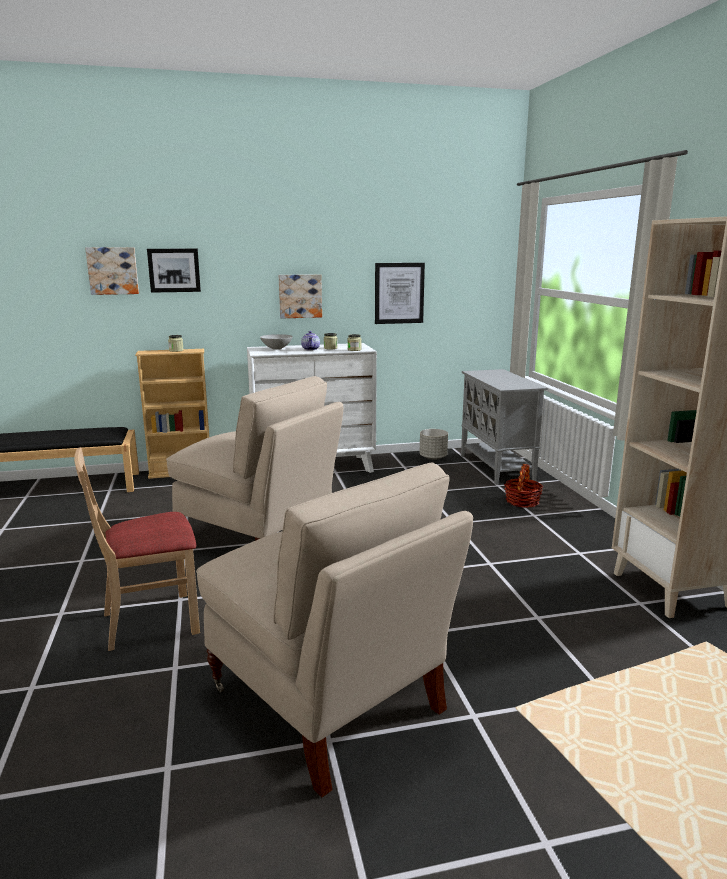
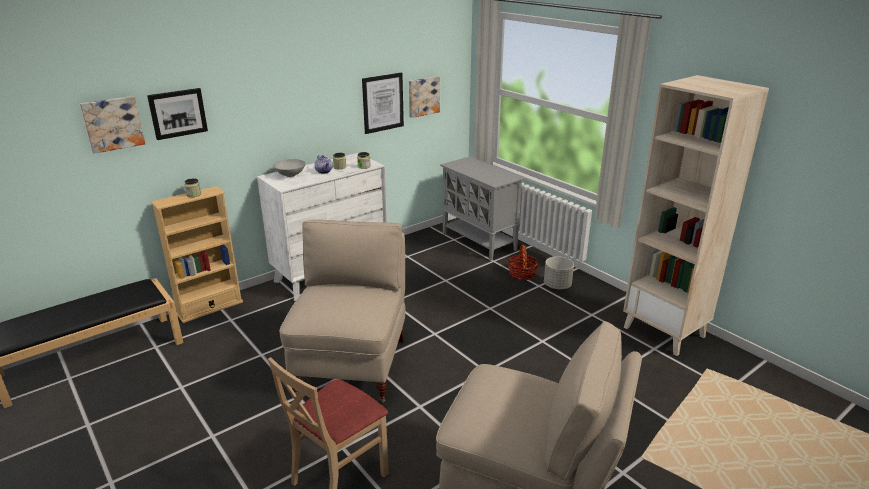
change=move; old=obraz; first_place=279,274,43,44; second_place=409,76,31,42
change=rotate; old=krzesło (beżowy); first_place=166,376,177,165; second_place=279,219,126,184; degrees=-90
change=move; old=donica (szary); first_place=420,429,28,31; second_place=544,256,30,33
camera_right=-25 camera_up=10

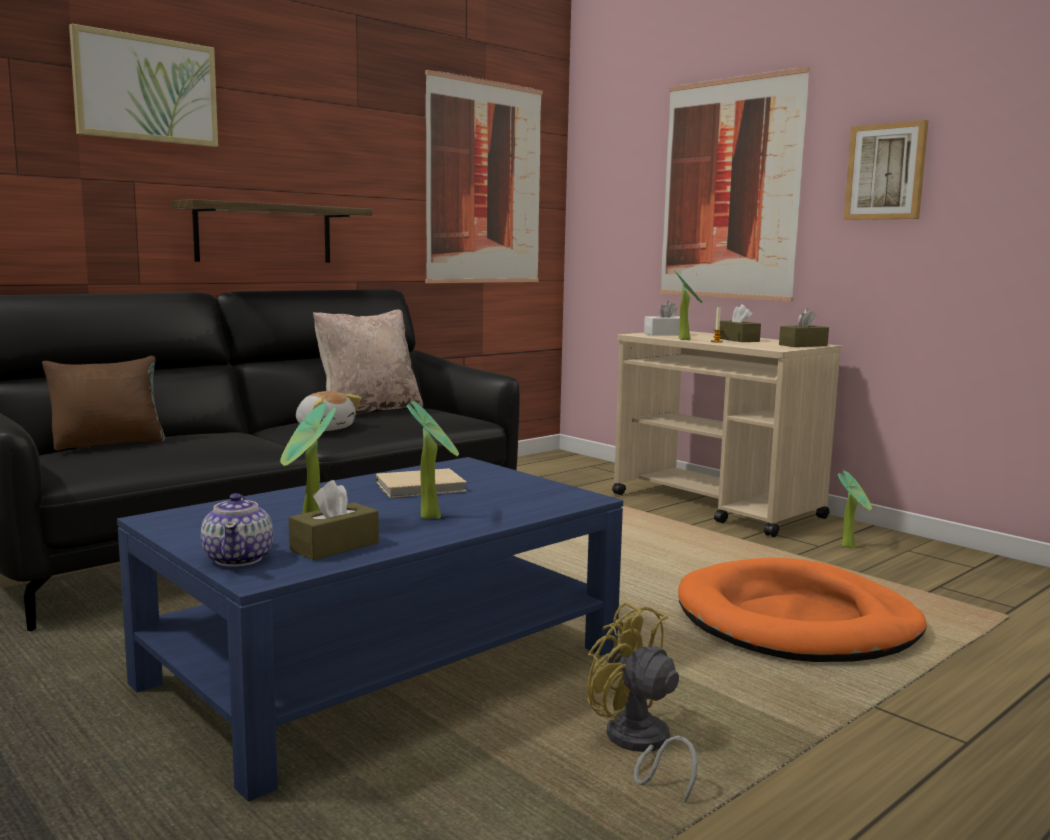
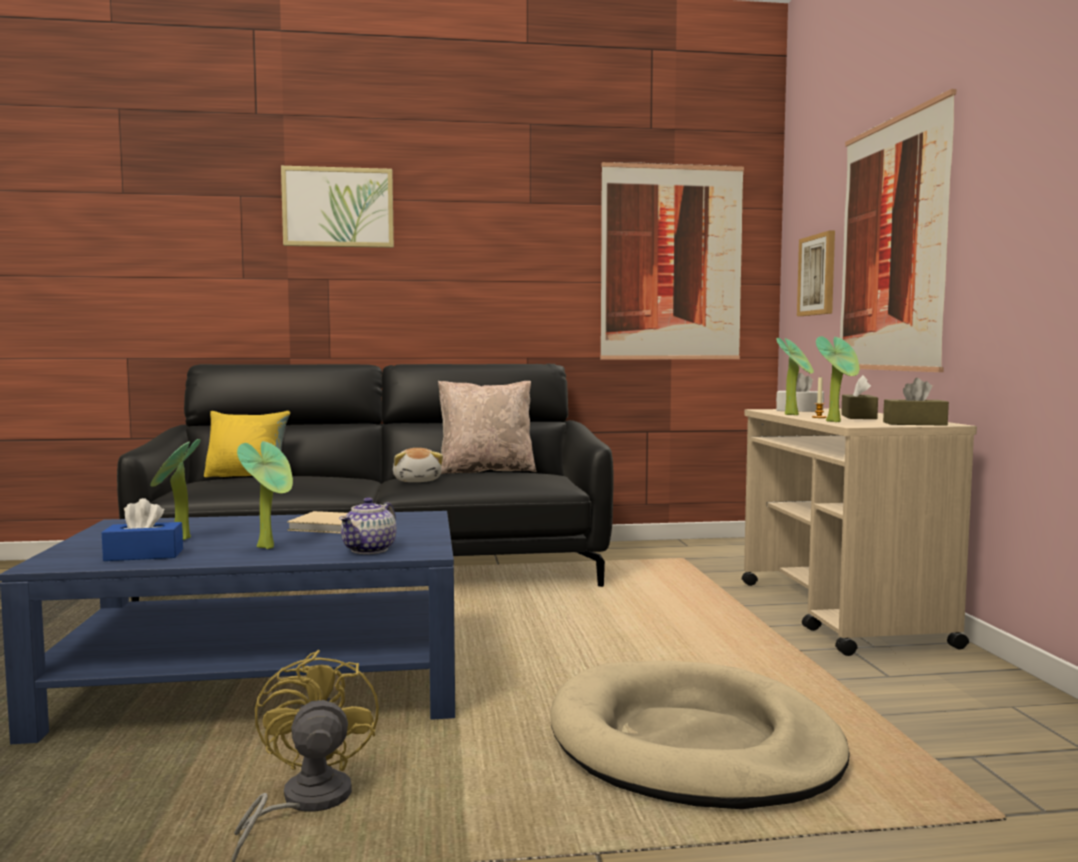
change=move; old=obraz; first_place=844,120,84,100; second_place=797,231,38,85
change=delete; old=półka; first_place=170,199,202,64
change=recolor; old=poduszka (brązowy); new=poduszka (żółty); first_place=42,356,123,95; second_place=204,411,86,66
change=move; old=roślina doniczkowa; first_place=838,470,34,78; second_place=816,336,44,86
change=recolor; old=pudełko chusteczek (brązowy); new=pudełko chusteczek (niebieski); first_place=289,480,90,80; second_place=102,498,81,63
change=move; old=imbryk; first_place=201,493,72,74; second_place=339,497,57,57
change=recolor; old=legowisko (pomarańczowy); new=legowisko (beżowy); first_place=678,558,249,104; second_place=550,661,300,148
camera_right=35 camera_up=-5

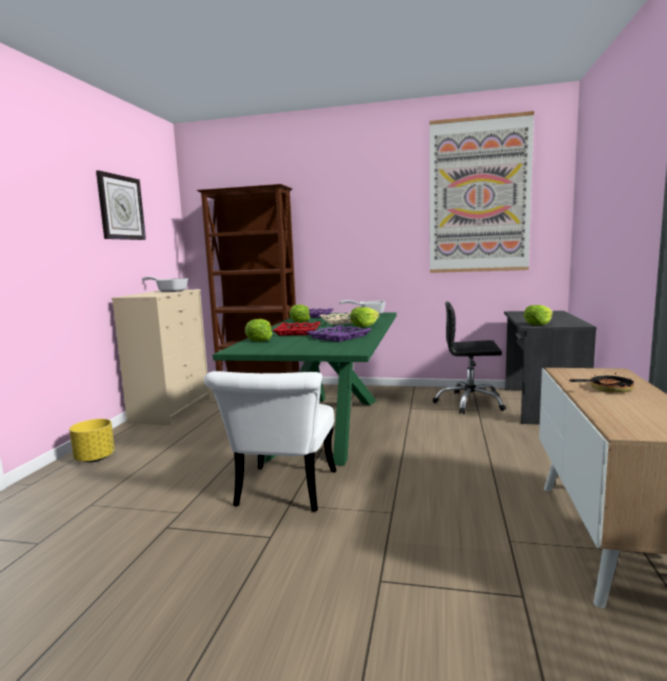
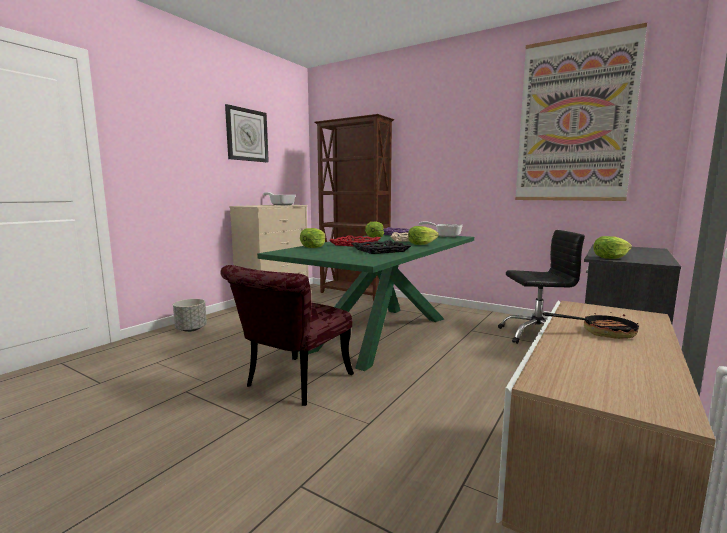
change=rotate; old=krzesło biurowe (czarny); first_place=432,302,74,112; second_place=498,230,87,114; degrees=150
change=recolor; old=taca (fioletowy); new=taca (czarny); first_place=306,325,66,17; second_place=351,240,60,14
change=recolor; old=krzesło (biały); new=krzesło (czerwony); first_place=204,371,133,141; second_place=220,265,134,141
change=recolor; old=donica (żółty); new=donica (szary); first_place=69,419,46,43; second_place=173,299,34,33
camera_right=20 camera_up=0

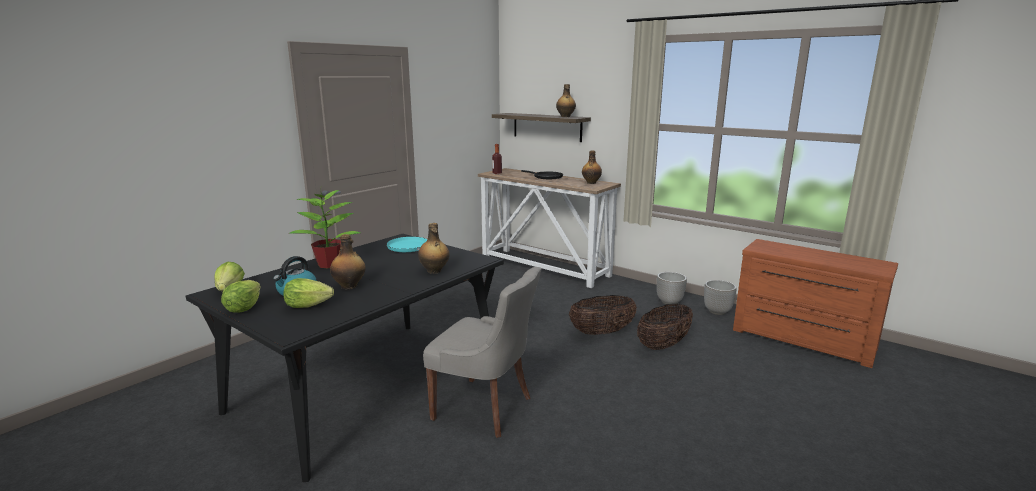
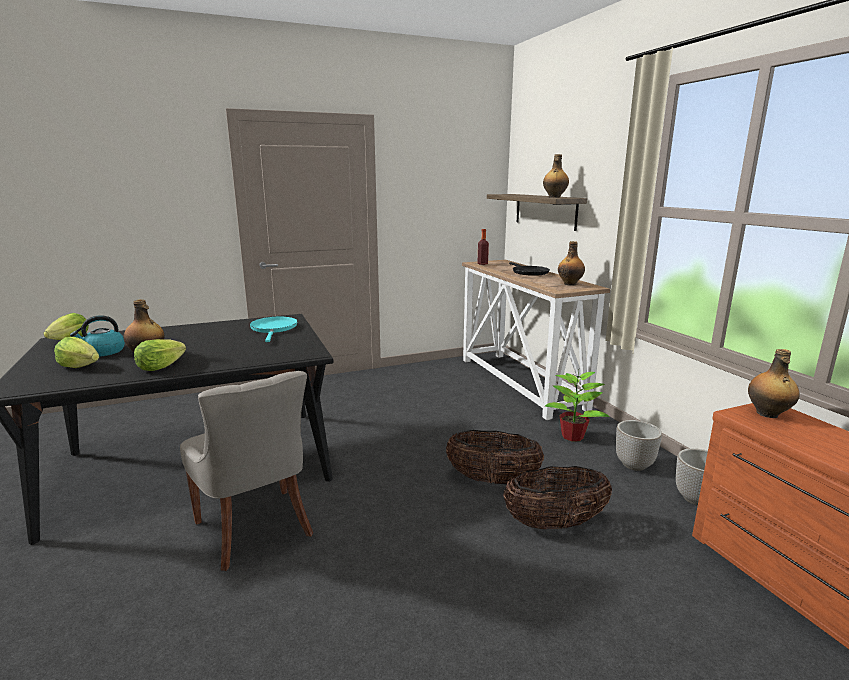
change=move; old=roślina doniczkowa; first_place=289,190,71,78; second_place=545,367,65,74
change=move; old=butelka; first_place=418,223,32,51; second_place=748,349,52,69
change=move; old=sałata; first_place=221,280,40,33; second_place=134,339,52,32
camera_right=30 camera_up=0

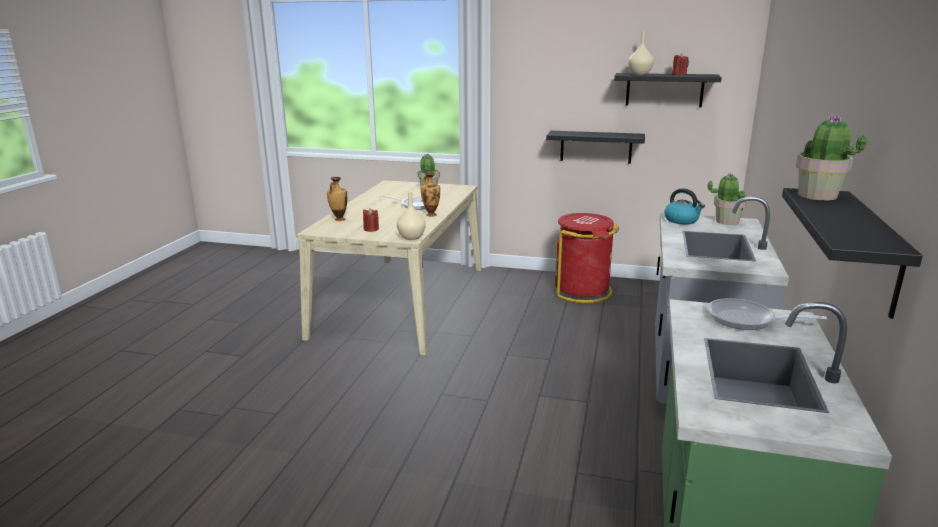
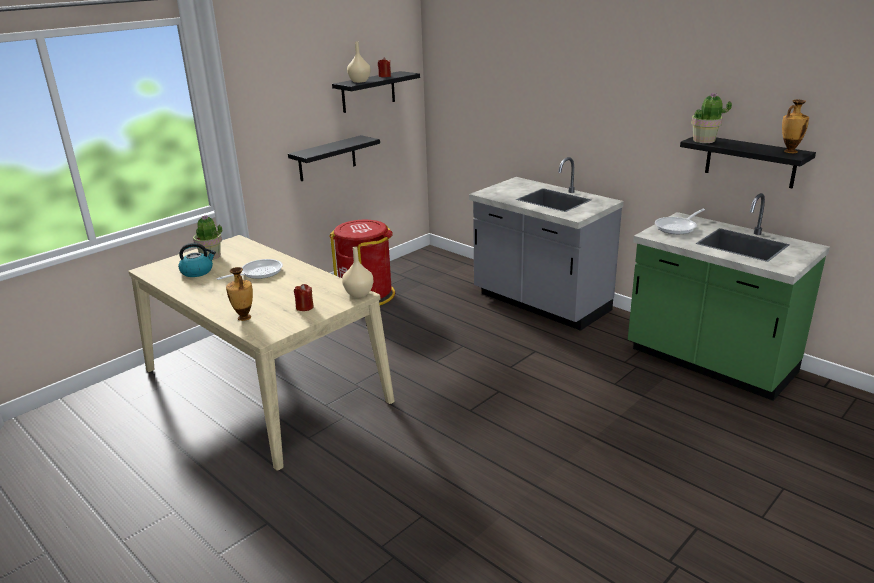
change=move; old=wazon; first_place=421,172,19,45; second_place=782,99,27,54
change=delete; old=roślina doniczkowa; first_place=708,173,39,52
change=move; old=czajnik; first_place=664,188,41,36; second_place=178,243,38,34
camera_right=-60 camera_up=5

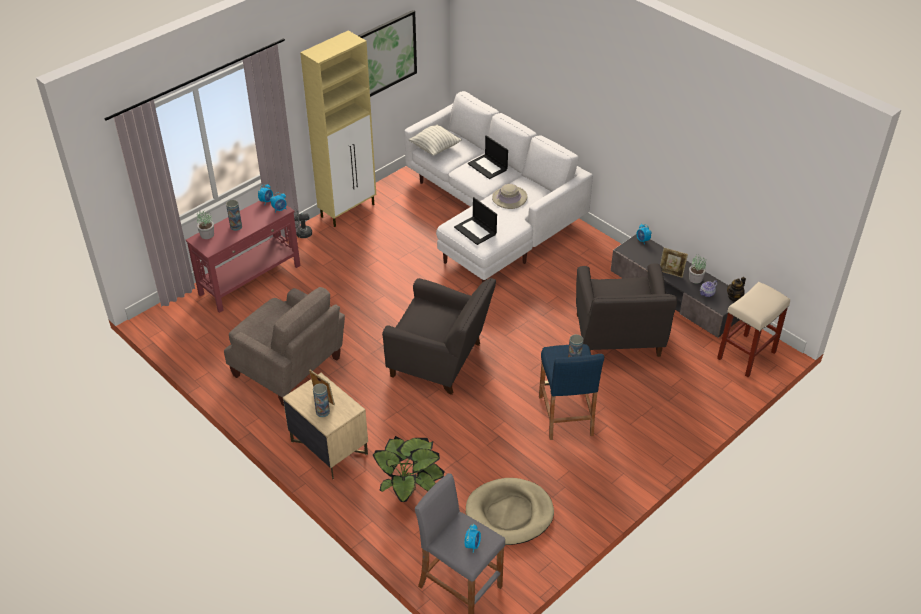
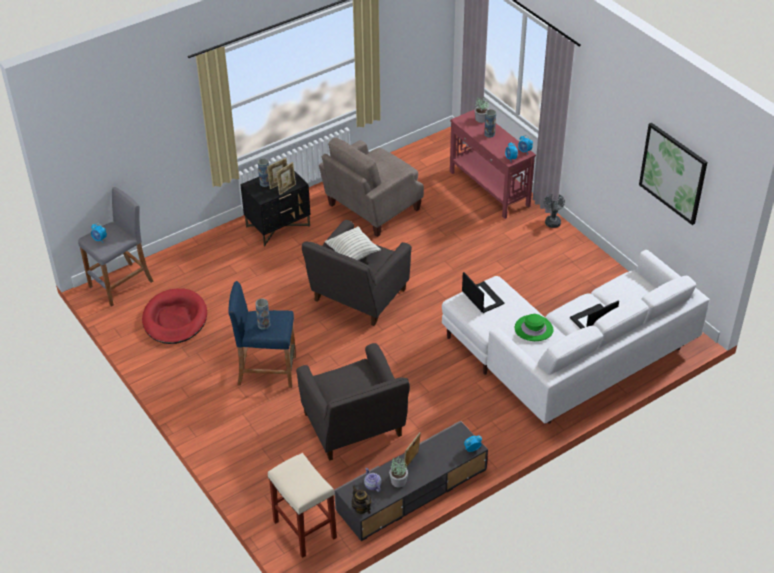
change=delete; old=szafka (beżowy); first_place=300,31,76,196
change=move; old=poduszka; first_place=409,125,53,31; second_place=325,227,56,33
change=recolor; old=kapelusz (beżowy); new=kapelusz (zielony); first_place=492,184,36,25; second_place=515,313,38,28
change=rotate; old=laptop; first_place=454,197,43,48; second_place=462,272,43,41; degrees=90
change=rotate; old=fotel (szary); first_place=576,263,101,94; second_place=296,343,114,118; degrees=-120
change=recolor; old=szafka nocna (beżowy); new=szafka nocna (czarny); first_place=283,373,85,106; second_place=240,171,71,76
change=delete; old=roślina doniczkowa; first_place=373,436,72,66
change=recolor; old=legowisko (beżowy); new=legowisko (czerwony); first_place=466,478,88,67; second_place=142,288,65,56
change=insert; new=ramka na zdjęcie; second_place=276,162,20,33
camera_right=100 camera_up=0

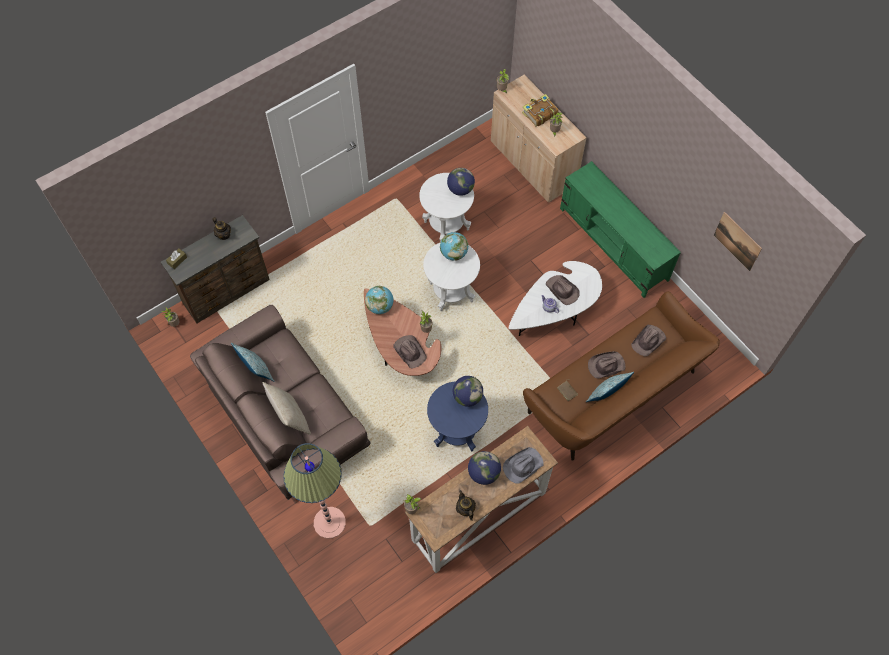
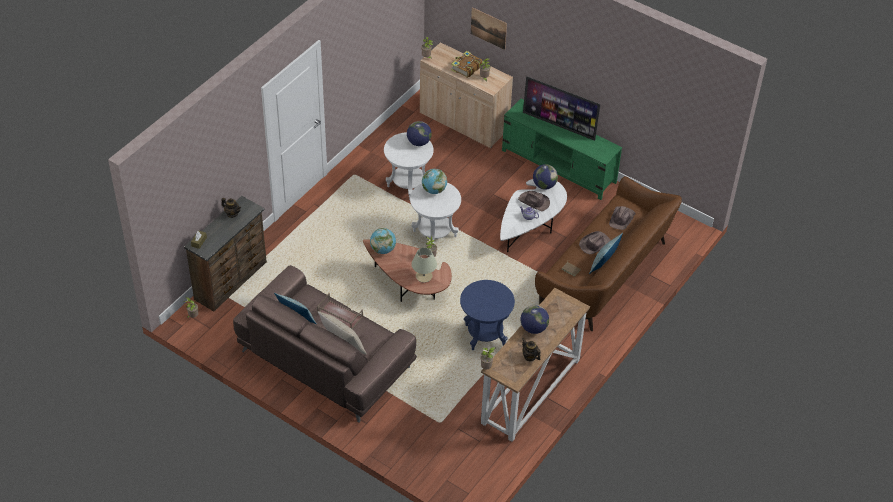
change=move; old=obraz; first_place=714,212,48,59; second_place=471,7,36,43
change=replace; old=kapelusz (brązowy); new=lampa stołowa (beżowy); first_place=393,335,34,33; second_place=411,247,26,36
change=move; old=globus; first_place=453,376,30,31; second_place=533,164,25,25
change=delete; old=lampa stojąca; first_place=284,443,62,96
change=delete; old=kapelusz (szary); first_place=503,447,41,37
change=insert; new=telewizor; second_place=523,76,77,65
change=insert; new=taca (brązowy); second_place=317,293,46,37
camera_right=-20 camera_up=-15

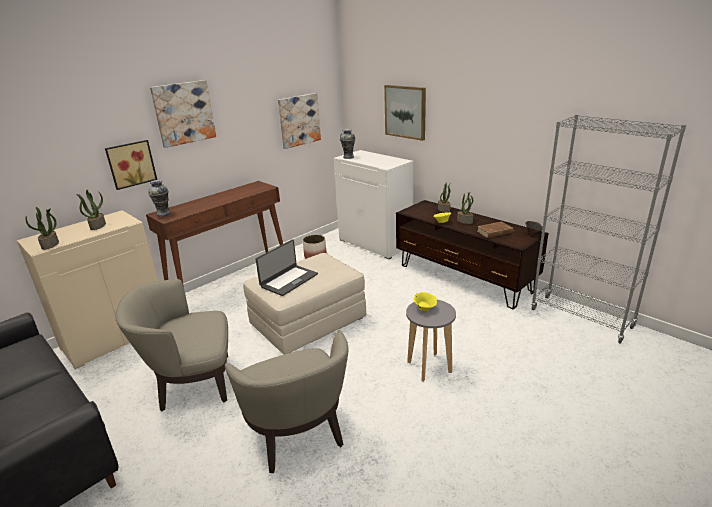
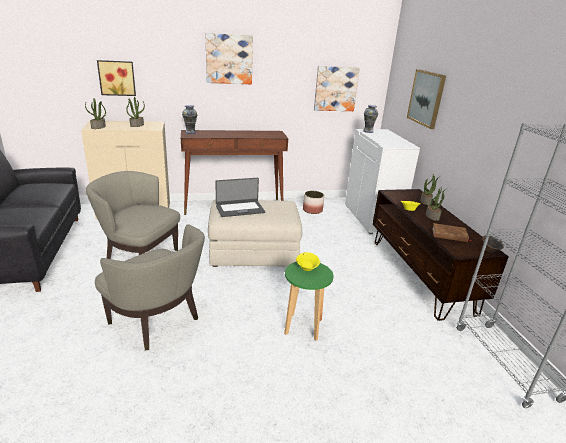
change=move; old=obraz; first_place=105,140,52,50; second_place=97,60,39,36
change=recolor; old=stołek (szary); new=stołek (zielony); first_place=406,300,50,82; second_place=284,262,49,79
change=rotate; old=fotel (beżowy); first_place=225,330,124,143; second_place=95,224,110,127; degrees=-60
camera_right=30 camera_up=0

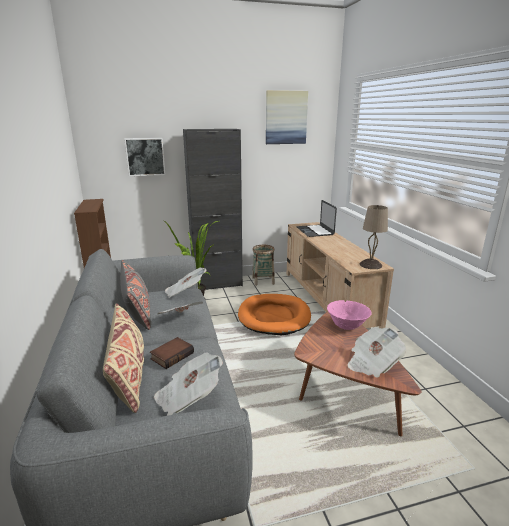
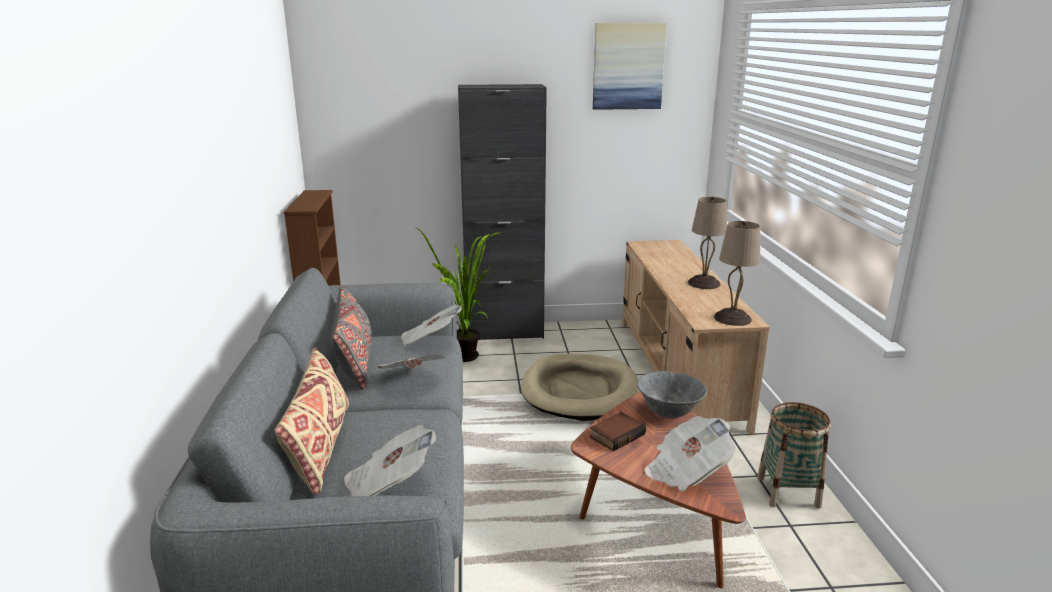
change=delete; old=obraz; first_place=124,138,42,38
change=delete; old=laptop; first_place=296,200,41,37
change=move; old=koszyk; first_place=252,245,23,41; second_place=757,402,74,107
change=recolor; old=legowisko (pomarańczowy); new=legowisko (beżowy); first_place=238,294,73,41; second_place=521,353,118,68
change=recolor; old=miska (różowy); new=miska (szary); first_place=327,300,45,30; second_place=637,371,70,47
change=move; old=książka; first_place=150,337,44,32; second_place=590,412,56,39
change=insert; new=lampa stołowa (beżowy); second_place=688,197,39,92
camera_right=10 camera_up=0

